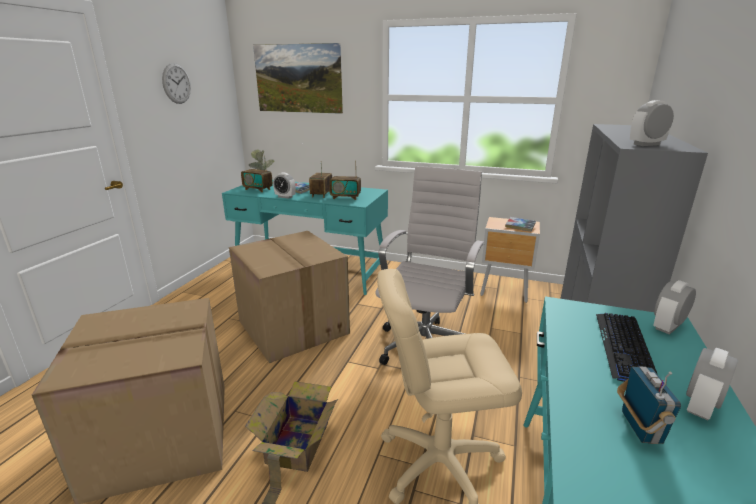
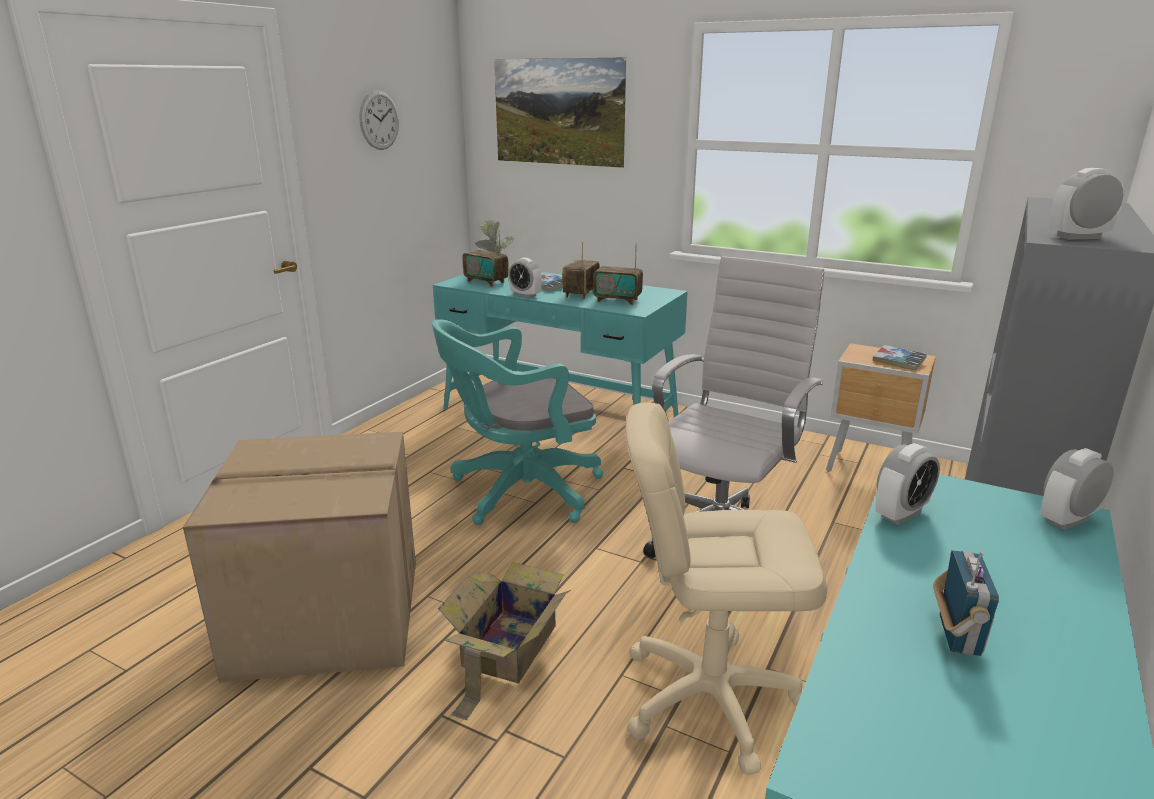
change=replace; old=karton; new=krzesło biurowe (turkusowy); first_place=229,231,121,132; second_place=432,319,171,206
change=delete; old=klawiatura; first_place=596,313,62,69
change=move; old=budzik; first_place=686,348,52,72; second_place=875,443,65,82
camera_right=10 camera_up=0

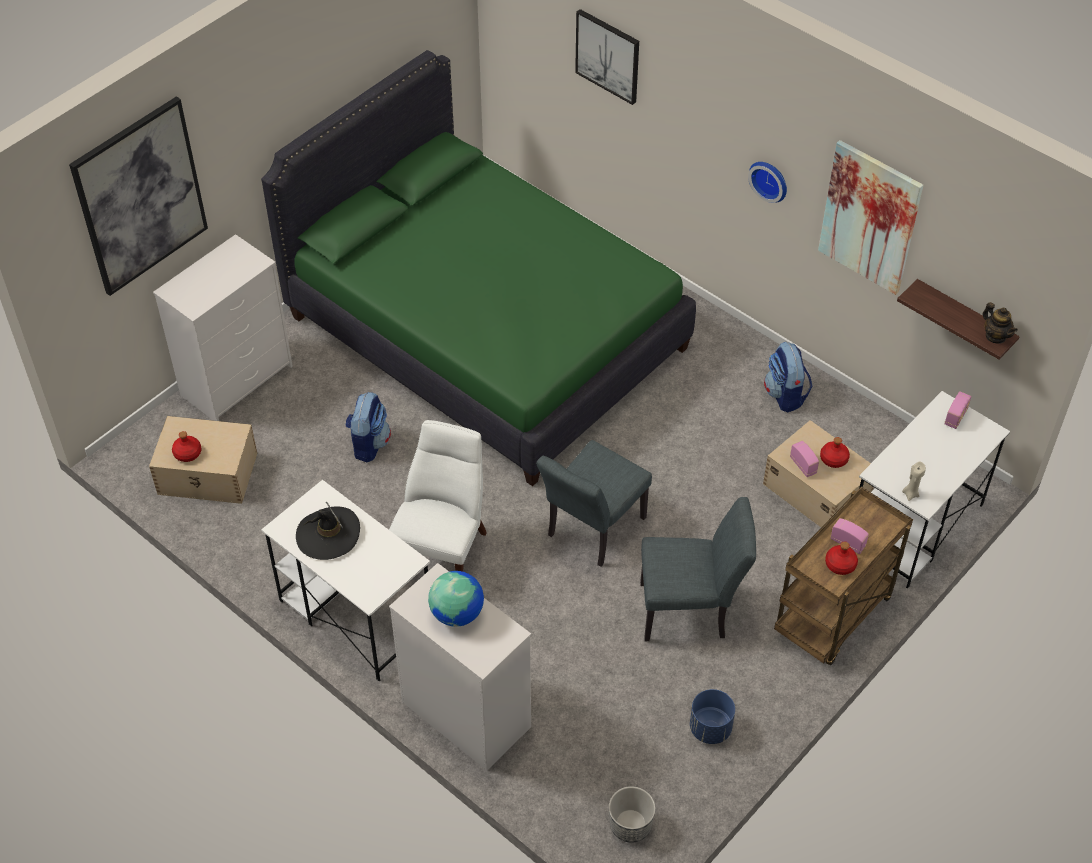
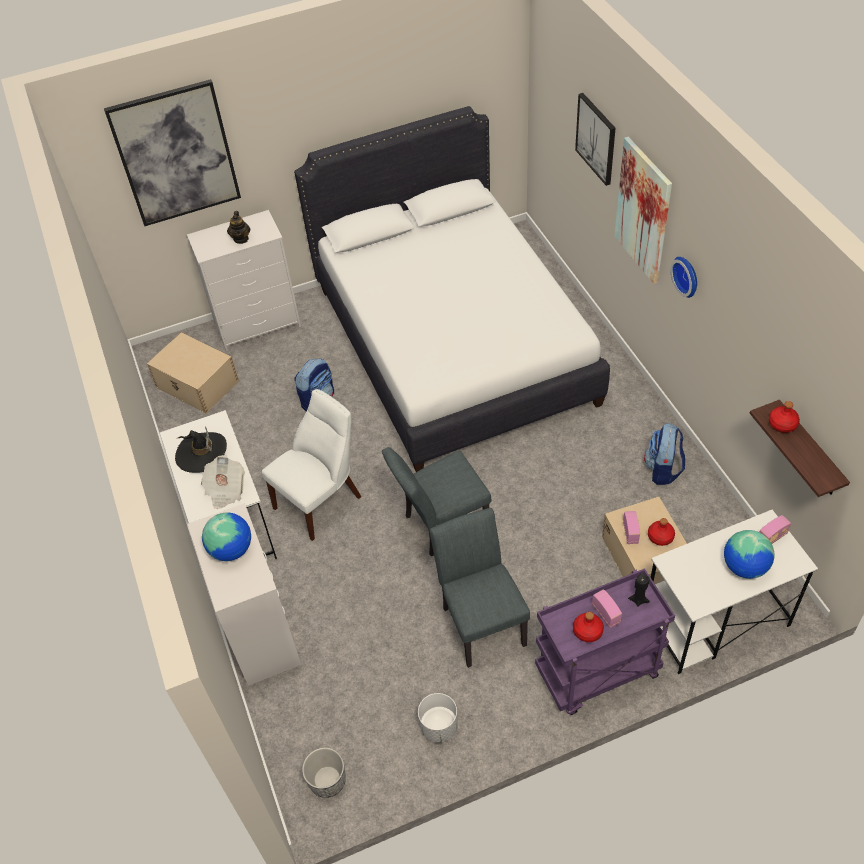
change=recolor; old=łóżko (zielony); new=łóżko (biały); first_place=261,50,435,436; second_place=294,106,316,366
change=move; old=obraz; first_place=818,140,105,155; second_place=614,137,58,147
change=move; old=imbryk; first_place=983,302,35,42; second_place=227,211,23,33
change=move; old=butelka (czerwony); first_place=172,431,29,31; second_place=769,401,31,32
change=delete; old=świeca (beżowy); first_place=902,462,24,39
change=recolor; old=wózek (brązowy); new=wózek (fioletowy); first_place=774,487,139,178; second_place=535,568,140,147
change=rotate; old=krzesło (szary); first_place=640,497,116,144; second_place=429,508,101,160; degrees=-135
change=recolor; old=donica (niebieski); new=donica (biały); first_place=690,689,45,55; second_place=418,693,40,50
change=insert; new=gazeta; second_place=201,455,44,54
change=insert; new=globus; second_place=724,530,51,49
change=insert; new=świeca (czarny); second_place=628,573,22,34
camera_right=30 camera_up=0

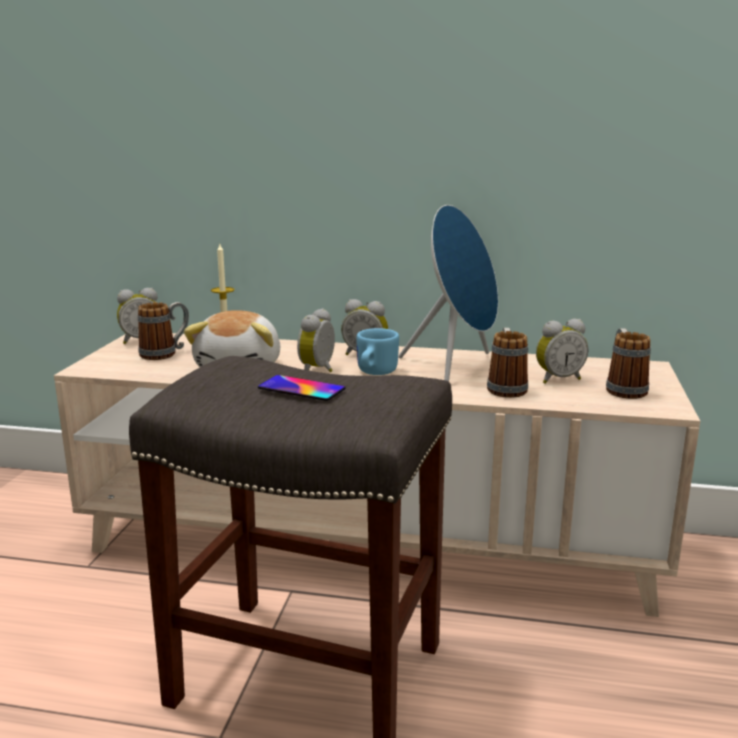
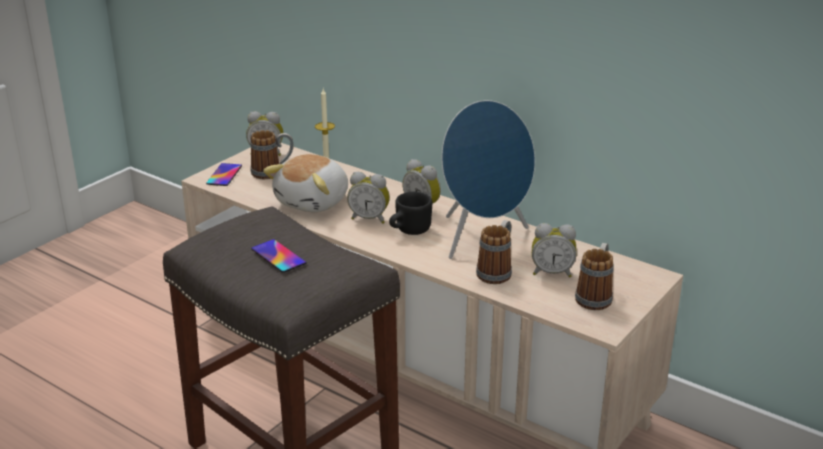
change=rotate; old=budzik; first_place=297,308,38,64; second_place=347,172,43,52; degrees=-120
change=recolor; old=kubek (niebieski); new=kubek (czarny); first_place=356,328,43,47; second_place=389,192,43,43
change=insert; new=telefon; second_place=206,163,36,23
camera_right=25 camera_up=10

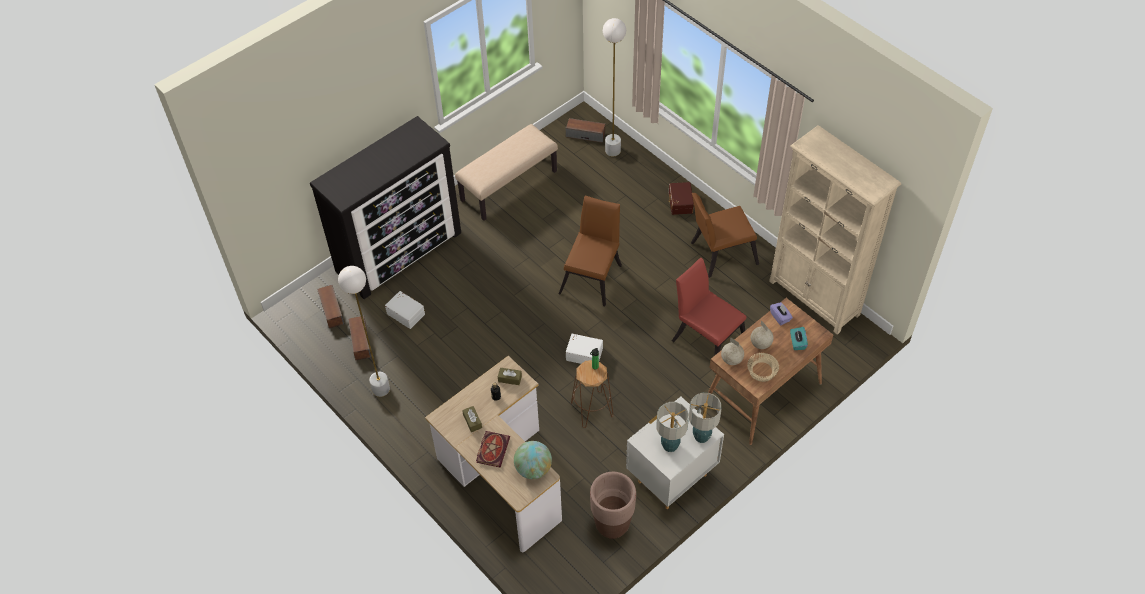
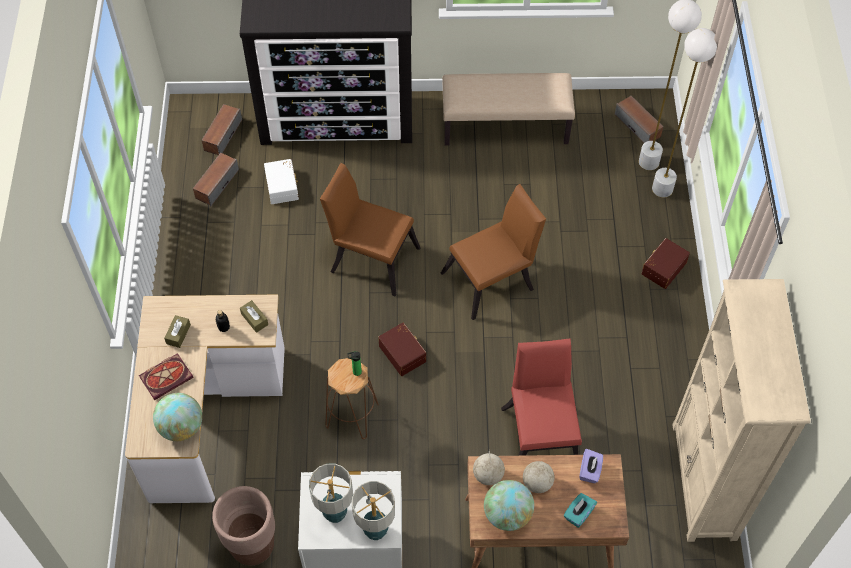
change=move; old=krzesło (brązowy); first_place=691,193,68,85; second_place=320,163,100,133
change=move; old=lampa stojąca (biały); first_place=338,266,52,131; second_place=652,28,65,169
change=recolor; old=pojemnik do przechowywania (biały); new=pojemnik do przechowywania (brązowy); first_place=566,334,37,30; second_place=378,322,48,54
change=replace; old=miska (beżowy); new=globus; first_place=747,353,32,29; second_place=484,480,50,51
camera_right=40 camera_up=5

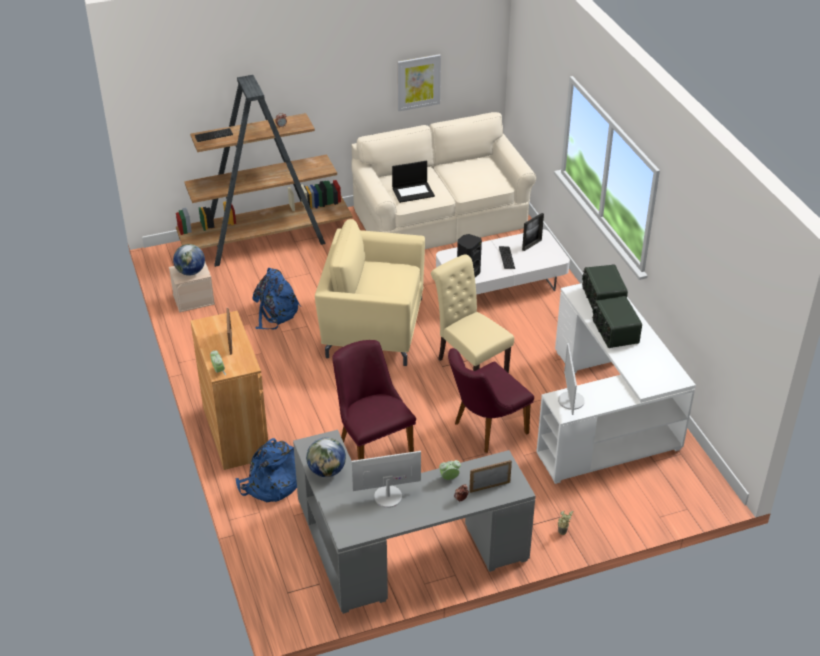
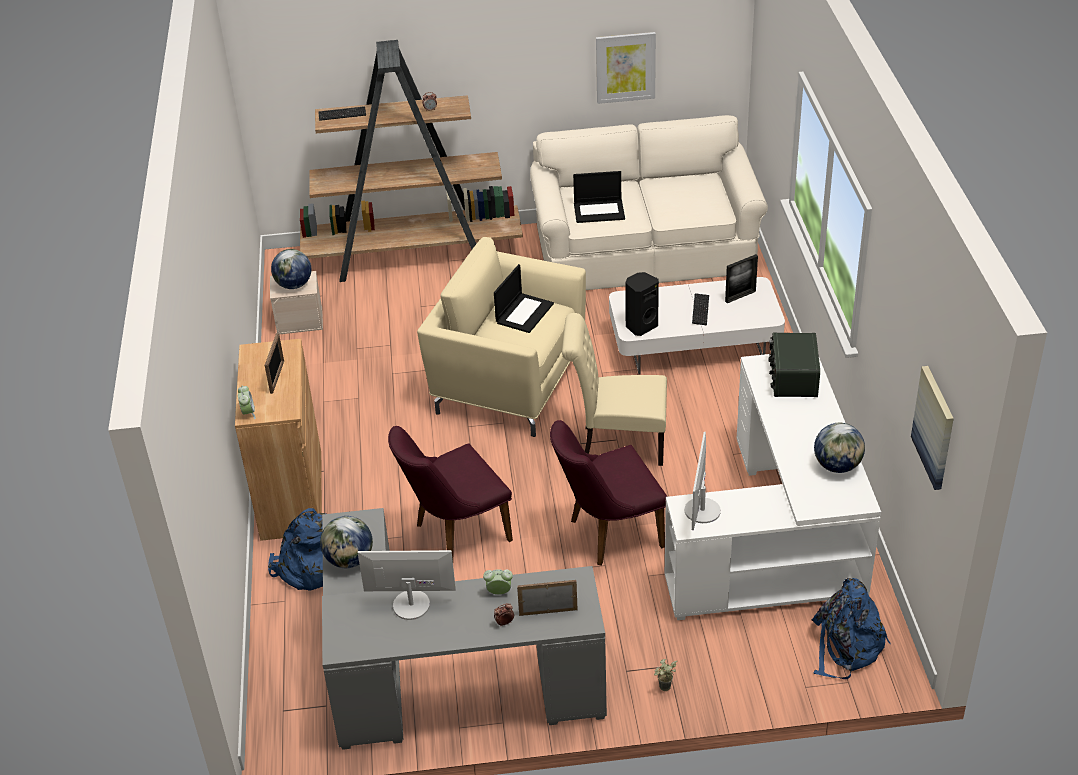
change=rotate; old=krzesło (beżowy); first_place=431,254,83,119; second_place=562,313,105,153; degrees=-60
change=move; old=plecak (niebieski); first_place=252,268,49,61; second_place=812,578,78,101
change=delete; old=radio; first_place=592,296,50,52
change=rotate; old=krzesło (fioletowy); first_place=333,340,83,120; second_place=388,426,125,133; degrees=-105
change=insert; new=laptop; second_place=494,264,60,69
change=insert; new=obraz; second_place=911,366,43,124
change=insert; new=globus; second_place=814,423,51,50
camera_right=15 camera_up=0

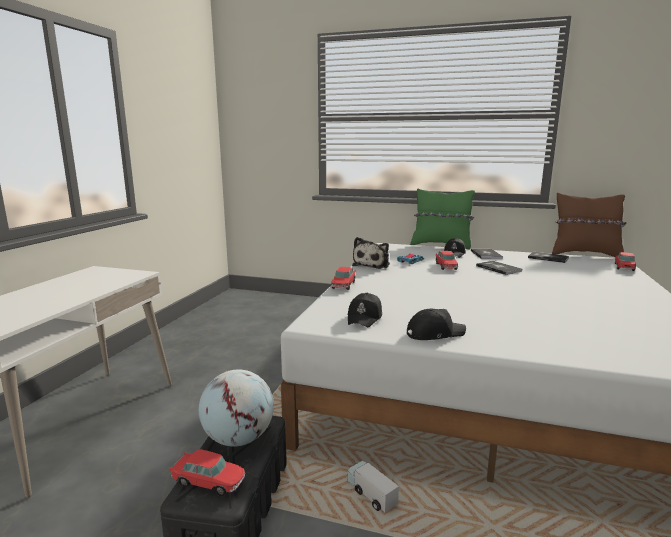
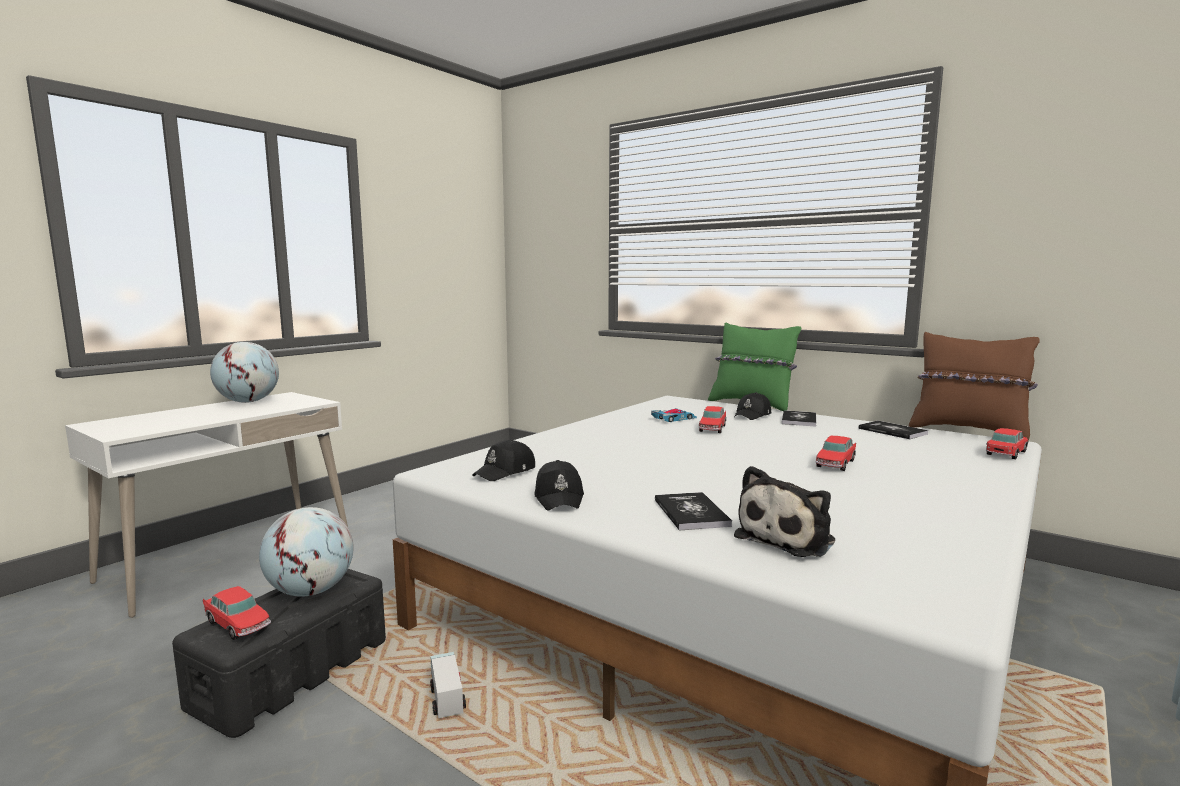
change=move; old=pluszak; first_place=352,237,38,32; second_place=734,466,101,91
change=move; old=książka; first_place=476,261,46,14; second_place=655,492,77,39
change=move; old=samochodzik; first_place=331,267,25,23; second_place=815,435,41,36
change=rotate; old=czapka z daszkiem (czarny); first_place=407,308,59,32; second_place=534,460,50,51; degrees=75
change=insert; new=globus; second_place=210,342,69,61
camera_right=20 camera_up=-5

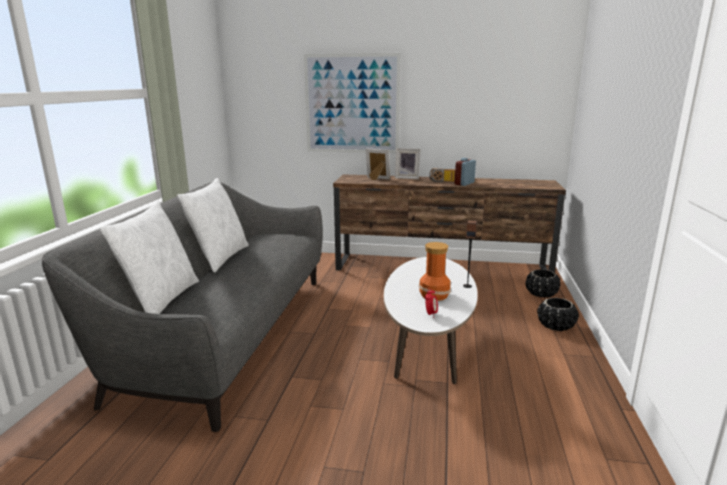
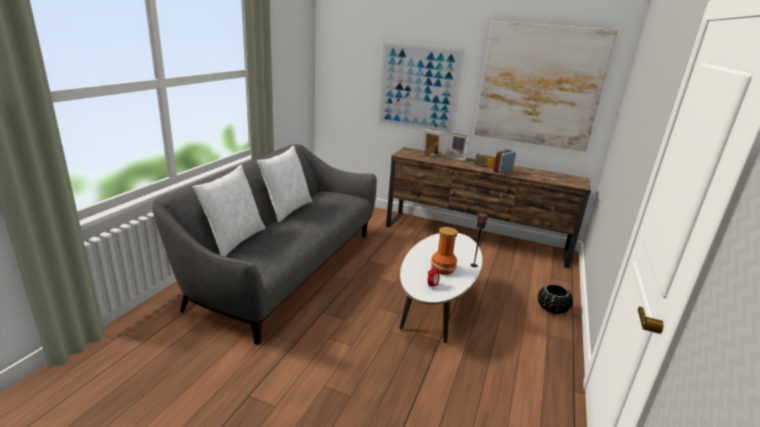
change=delete; old=donica (czarny); first_place=526,269,34,29
change=insert; new=obraz; second_place=474,21,144,131
camera_right=10 camera_up=5

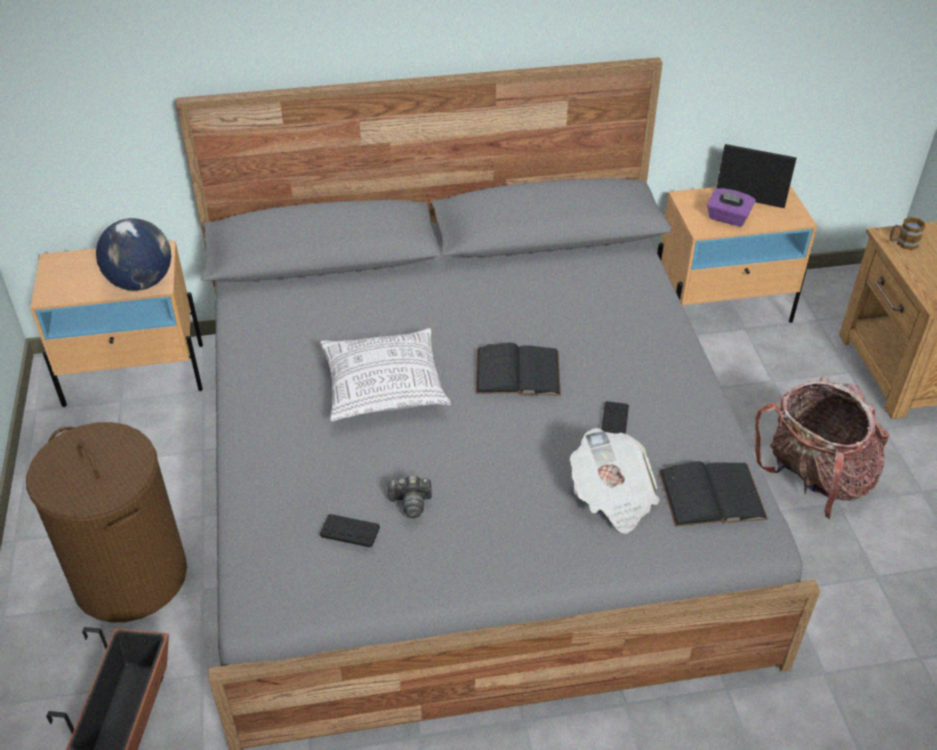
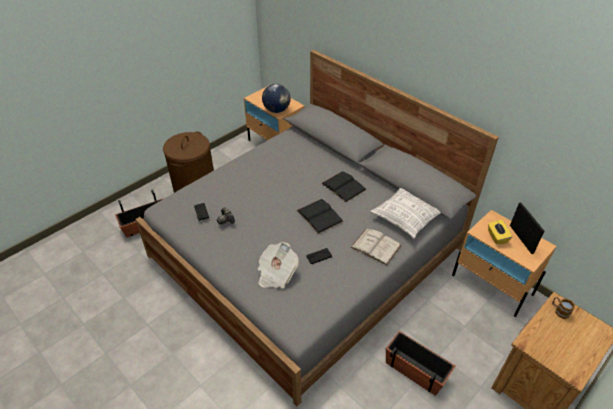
change=recolor; old=pudełko chusteczek (fioletowy); new=pudełko chusteczek (żółty); first_place=707,188,49,39; second_place=488,220,24,24
change=move; old=poduszka; first_place=320,328,131,93; second_place=370,188,71,51
change=replace; old=plecak; new=donica; first_place=755,377,134,143; second_place=386,331,69,65
change=move; old=książka (czarny); first_place=659,461,109,66; second_place=321,172,46,30
change=insert; new=książka (biały); second_place=351,228,51,38
camera_right=55 camera_up=0

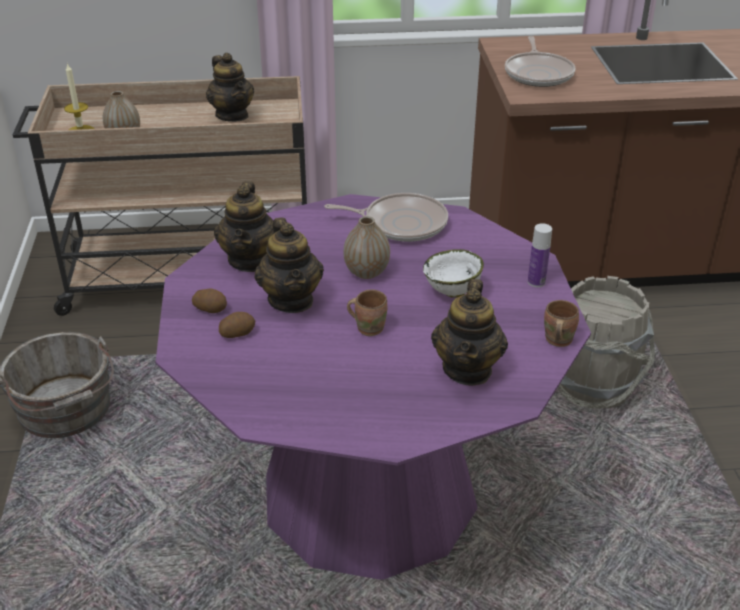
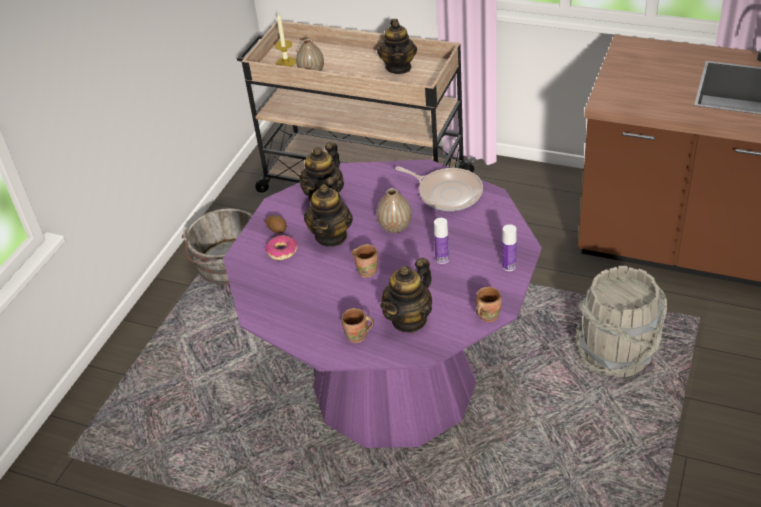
change=delete; old=patelnia; first_place=505,36,70,51
change=replace; old=miska (biały); new=butelka; first_place=423,249,61,49; second_place=434,218,15,46
change=replace; old=ziemniak; new=donut; first_place=219,312,36,26; second_place=265,235,32,25
change=insert; new=kubek (brązowy); second_place=342,308,32,35
camera_right=30 camera_up=5

